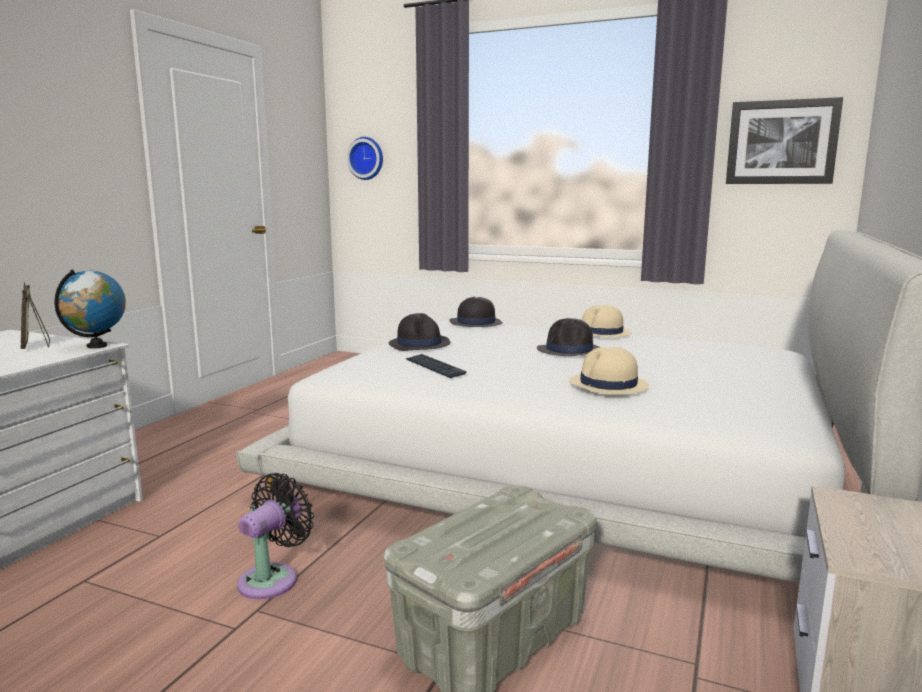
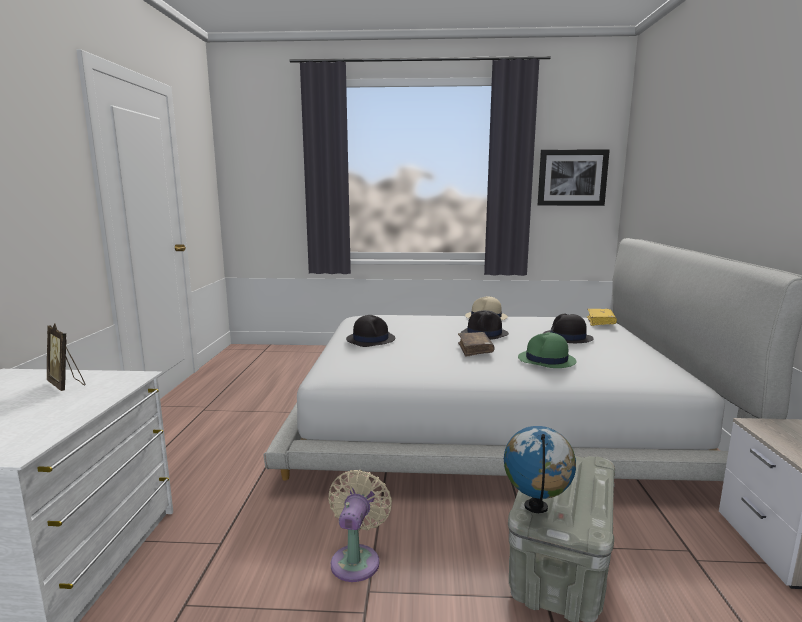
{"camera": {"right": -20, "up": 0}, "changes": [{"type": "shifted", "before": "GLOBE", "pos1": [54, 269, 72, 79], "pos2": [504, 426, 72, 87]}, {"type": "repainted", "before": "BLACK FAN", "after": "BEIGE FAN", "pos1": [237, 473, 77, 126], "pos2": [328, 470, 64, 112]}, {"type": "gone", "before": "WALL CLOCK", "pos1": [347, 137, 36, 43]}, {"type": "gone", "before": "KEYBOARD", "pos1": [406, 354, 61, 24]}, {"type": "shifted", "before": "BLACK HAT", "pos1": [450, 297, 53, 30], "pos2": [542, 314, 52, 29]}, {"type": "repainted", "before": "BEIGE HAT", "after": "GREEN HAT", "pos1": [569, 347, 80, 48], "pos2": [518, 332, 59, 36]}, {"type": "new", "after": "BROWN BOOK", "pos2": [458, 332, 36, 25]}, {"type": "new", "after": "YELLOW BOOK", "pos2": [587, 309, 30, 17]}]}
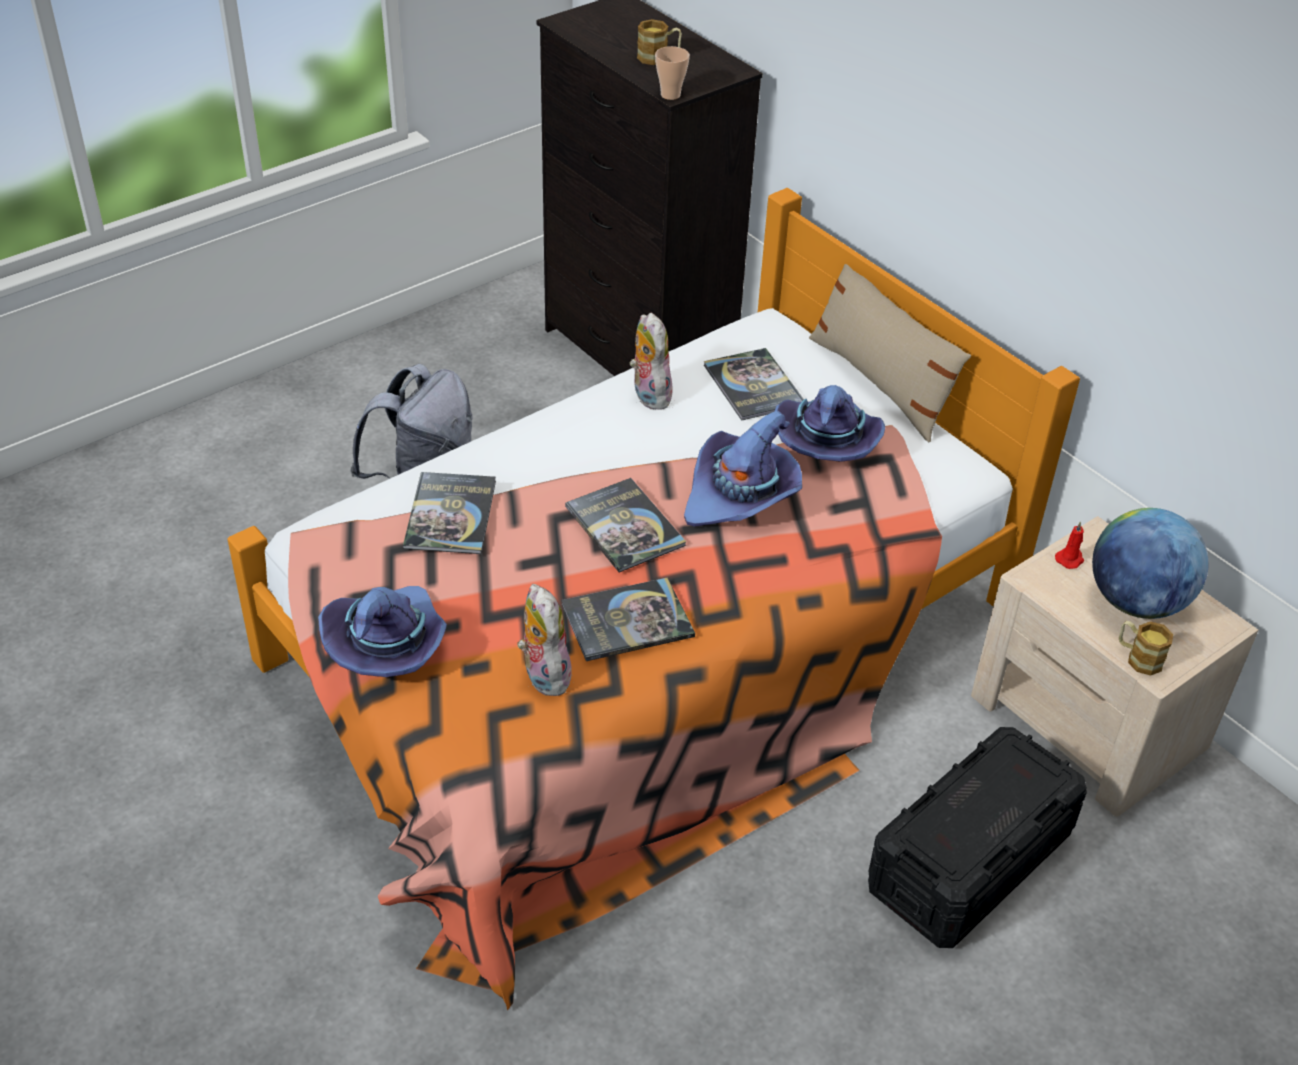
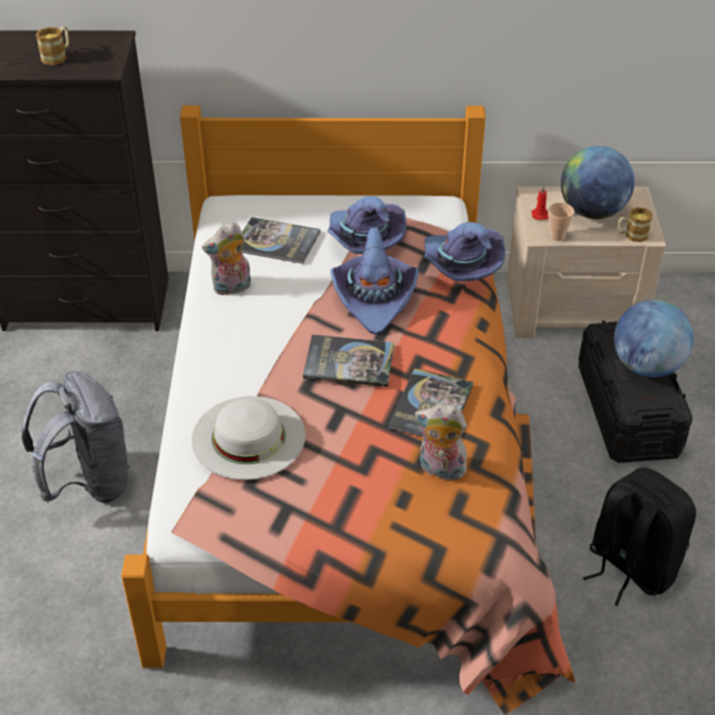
{"camera": {"right": -50, "up": 0}, "changes": [{"type": "shifted", "before": "PURPLE HAT", "pos1": [318, 586, 129, 91], "pos2": [424, 222, 81, 60]}, {"type": "swapped", "before": "BOOK", "after": "WHITE HAT", "pos1": [403, 472, 93, 82], "pos2": [192, 396, 114, 84]}, {"type": "rotated", "before": "PLUSH TOY", "pos1": [630, 313, 43, 97], "pos2": [202, 223, 49, 73], "turn": -45}, {"type": "shifted", "before": "CUP", "pos1": [655, 46, 35, 54], "pos2": [548, 202, 26, 39]}, {"type": "gone", "before": "BEIGE PILLOW", "pos1": [809, 264, 162, 178]}, {"type": "new", "after": "BLACK BACKPACK", "pos2": [583, 468, 113, 138]}, {"type": "new", "after": "GLOBE", "pos2": [614, 300, 80, 77]}]}
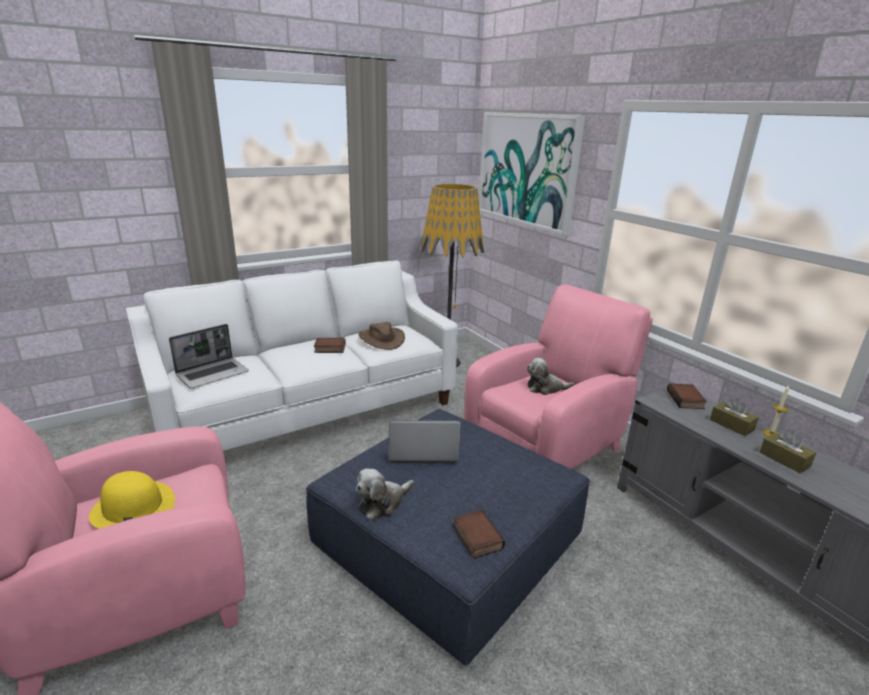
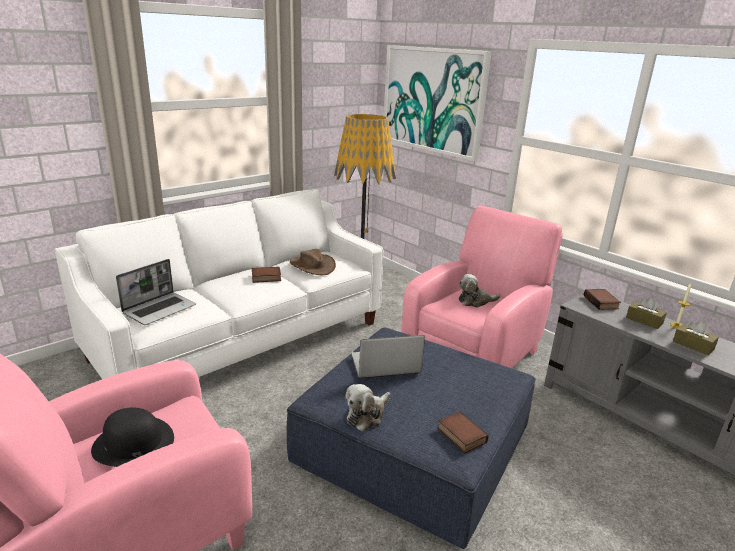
{"camera": {"right": -10, "up": 0}, "changes": [{"type": "repainted", "before": "YELLOW HAT", "after": "BLACK HAT", "pos1": [89, 471, 86, 58], "pos2": [91, 407, 83, 60]}]}
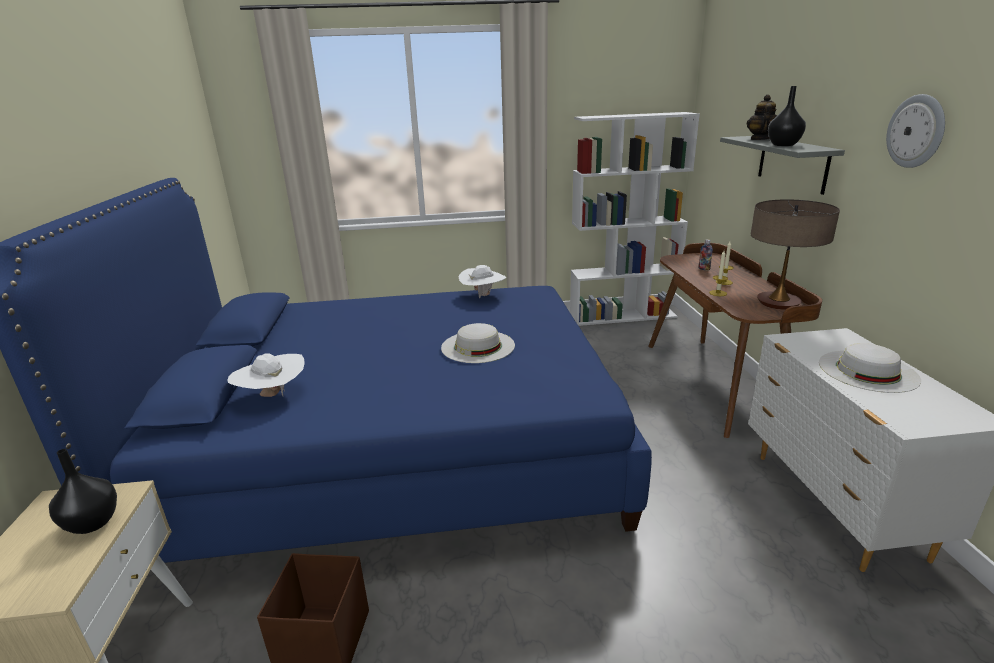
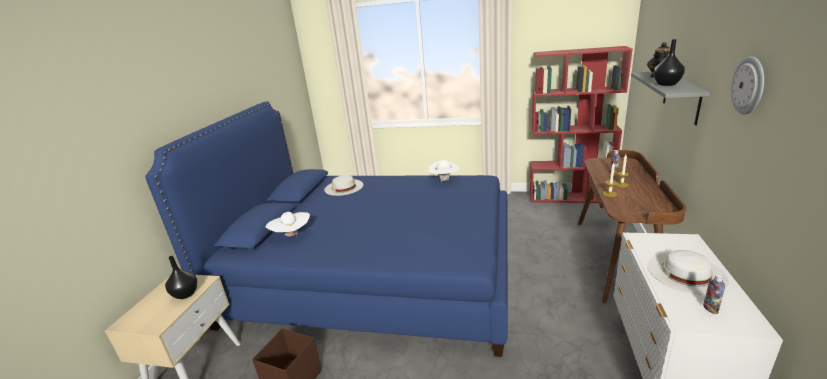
{"camera": {"right": 20, "up": 0}, "changes": [{"type": "shifted", "before": "WHITE HAT", "pos1": [441, 323, 74, 40], "pos2": [324, 175, 39, 21]}, {"type": "repainted", "before": "WHITE BOOKCASE", "after": "RED BOOKCASE", "pos1": [570, 112, 130, 214], "pos2": [530, 46, 103, 157]}, {"type": "gone", "before": "TABLE LAMP", "pos1": [751, 200, 89, 110]}, {"type": "new", "after": "BOTTLE", "pos2": [703, 274, 22, 40]}]}
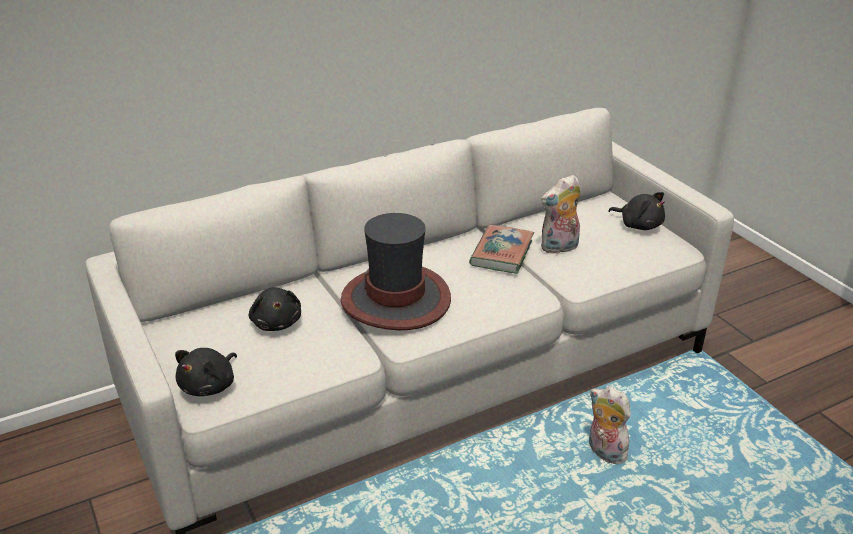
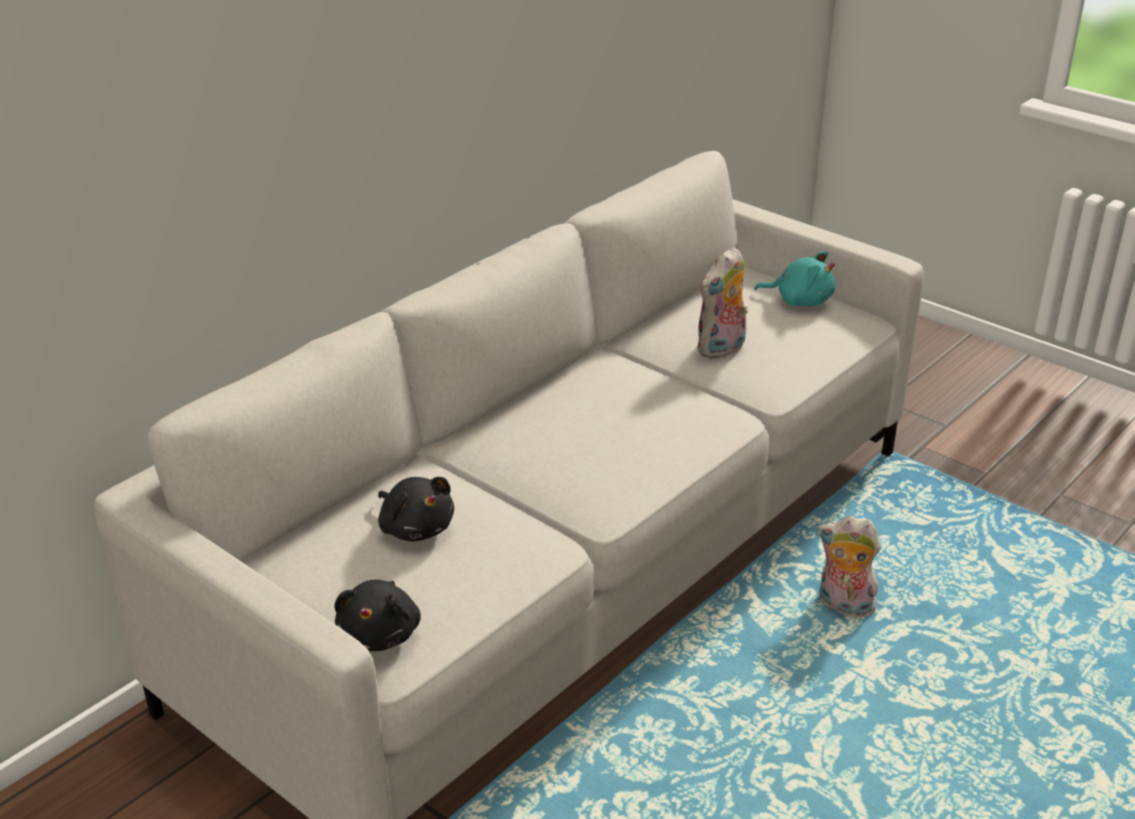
{"camera": {"right": -20, "up": 0}, "changes": [{"type": "gone", "before": "HAT", "pos1": [341, 213, 110, 117]}, {"type": "gone", "before": "BOOK", "pos1": [469, 225, 65, 49]}, {"type": "repainted", "before": "BLACK PLUSH TOY", "after": "TURQUOISE PLUSH TOY", "pos1": [608, 192, 57, 38], "pos2": [754, 251, 81, 55]}]}
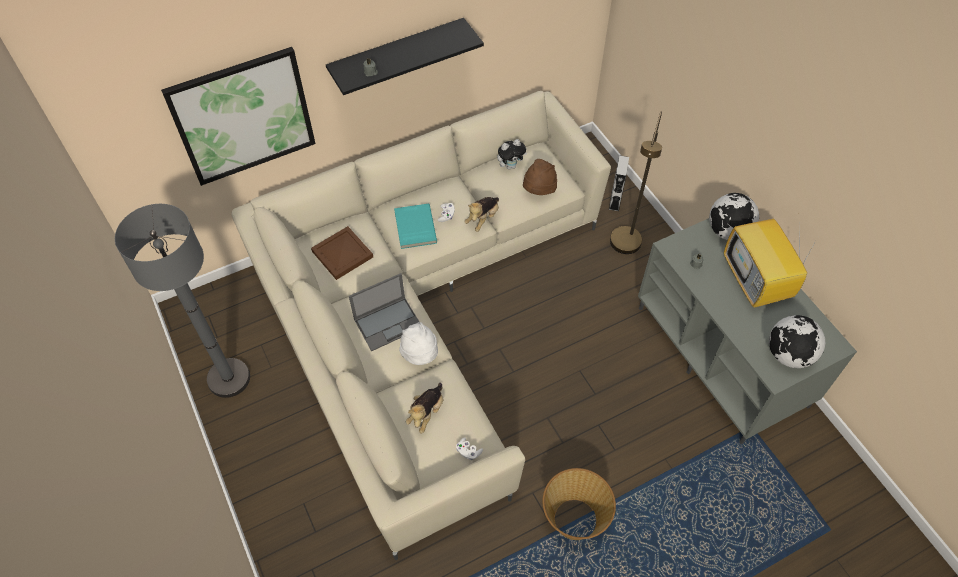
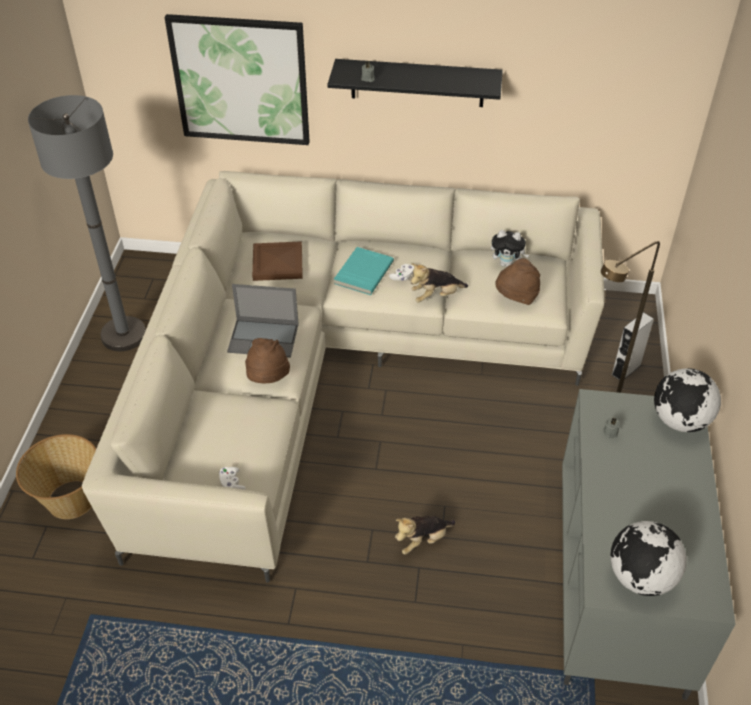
{"camera": {"right": 35, "up": -10}, "changes": [{"type": "repainted", "before": "WHITE HAT", "after": "BROWN HAT", "pos1": [399, 322, 39, 43], "pos2": [245, 338, 45, 45]}, {"type": "shifted", "before": "PLUSH TOY", "pos1": [406, 383, 37, 50], "pos2": [395, 516, 60, 39]}, {"type": "shifted", "before": "BASKET", "pos1": [542, 468, 74, 72], "pos2": [16, 434, 80, 85]}, {"type": "gone", "before": "TELEVISION", "pos1": [724, 219, 93, 89]}]}
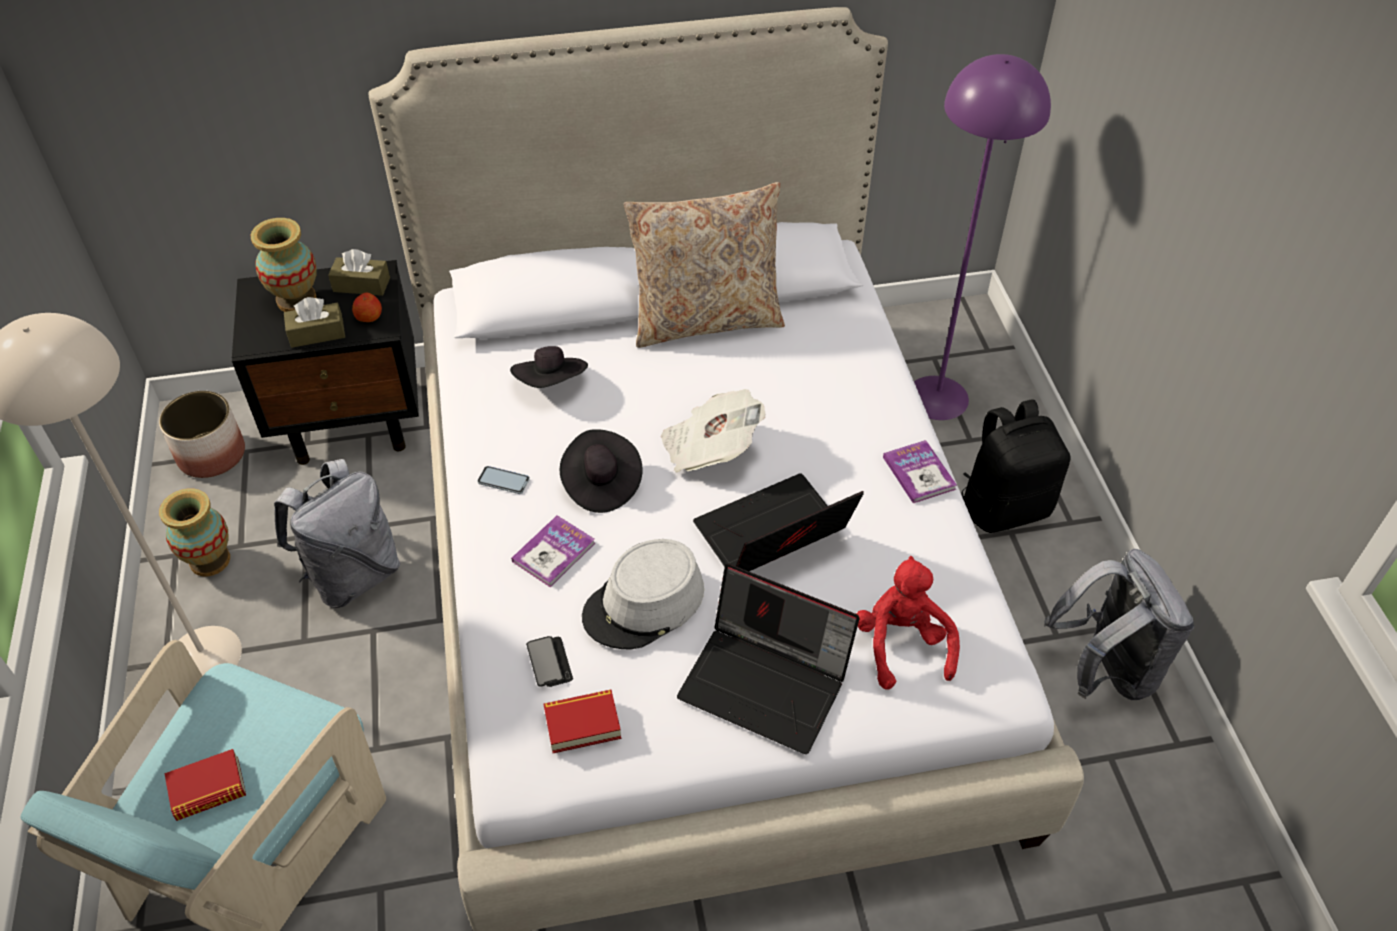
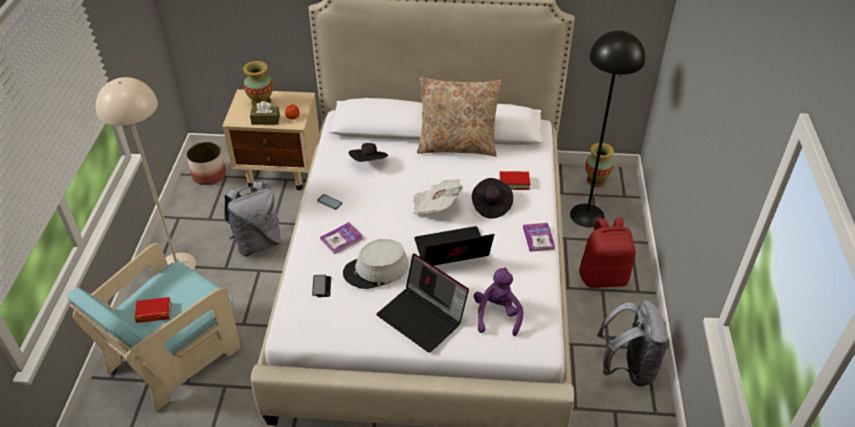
{"camera": {"right": 15, "up": -5}, "changes": [{"type": "shifted", "before": "VASE", "pos1": [159, 488, 71, 88], "pos2": [585, 143, 29, 44]}, {"type": "repainted", "before": "BLACK NIGHTSTAND", "after": "BEIGE NIGHTSTAND", "pos1": [232, 260, 187, 205], "pos2": [222, 89, 97, 101]}, {"type": "gone", "before": "BROWN TISSUE BOX", "pos1": [328, 249, 62, 47]}, {"type": "shifted", "before": "BOOK", "pos1": [544, 689, 77, 64], "pos2": [500, 171, 30, 19]}, {"type": "shifted", "before": "BLACK HAT", "pos1": [560, 429, 83, 84], "pos2": [472, 178, 41, 41]}, {"type": "repainted", "before": "RED PLUSH TOY", "after": "PURPLE PLUSH TOY", "pos1": [856, 556, 104, 134], "pos2": [474, 267, 49, 69]}, {"type": "repainted", "before": "PURPLE FLOOR LAMP", "after": "BLACK FLOOR LAMP", "pos1": [914, 54, 137, 366], "pos2": [570, 30, 75, 198]}, {"type": "repainted", "before": "BLACK BACKPACK", "after": "RED BACKPACK", "pos1": [961, 399, 110, 134], "pos2": [579, 218, 57, 70]}]}
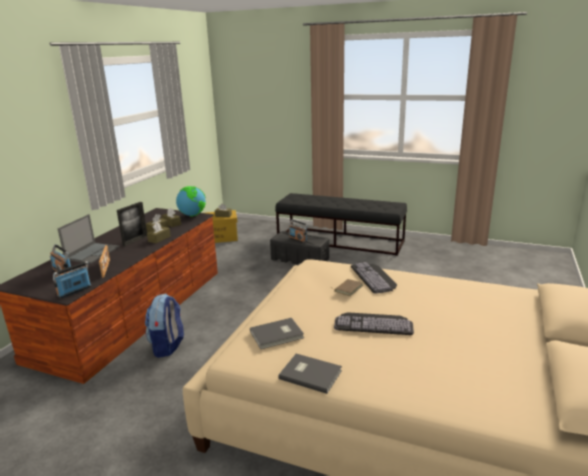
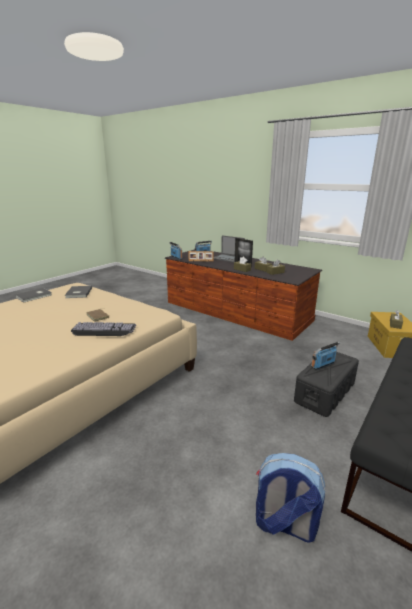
{"camera": {"right": 105, "up": 0}, "changes": [{"type": "shifted", "before": "BACKPACK", "pos1": [145, 294, 39, 64], "pos2": [256, 453, 69, 90]}, {"type": "gone", "before": "GLOBE", "pos1": [176, 186, 30, 30]}, {"type": "gone", "before": "KEYBOARD", "pos1": [334, 312, 80, 23]}]}
